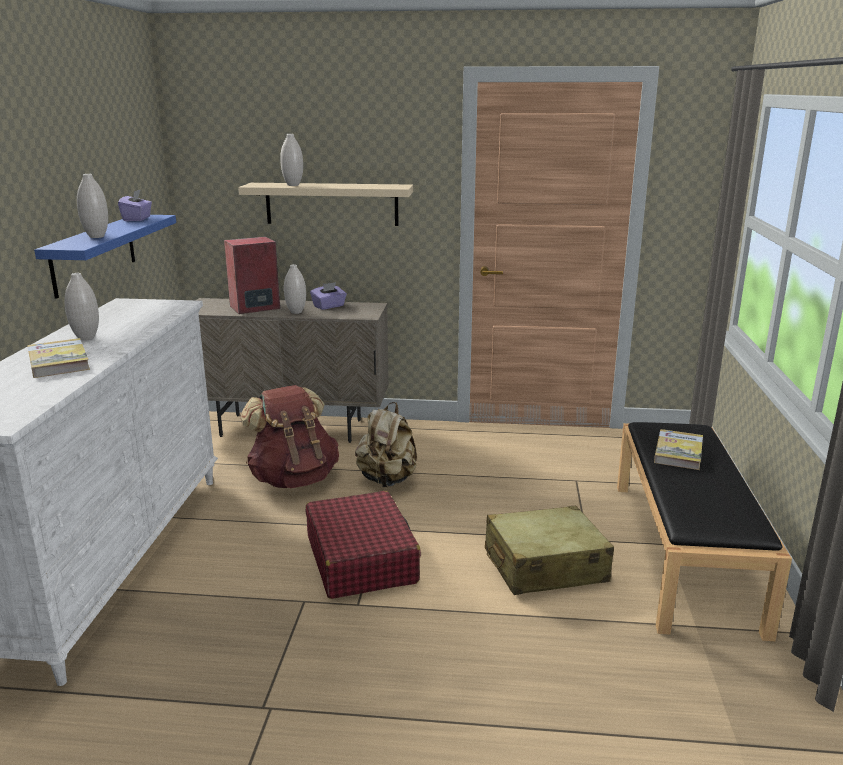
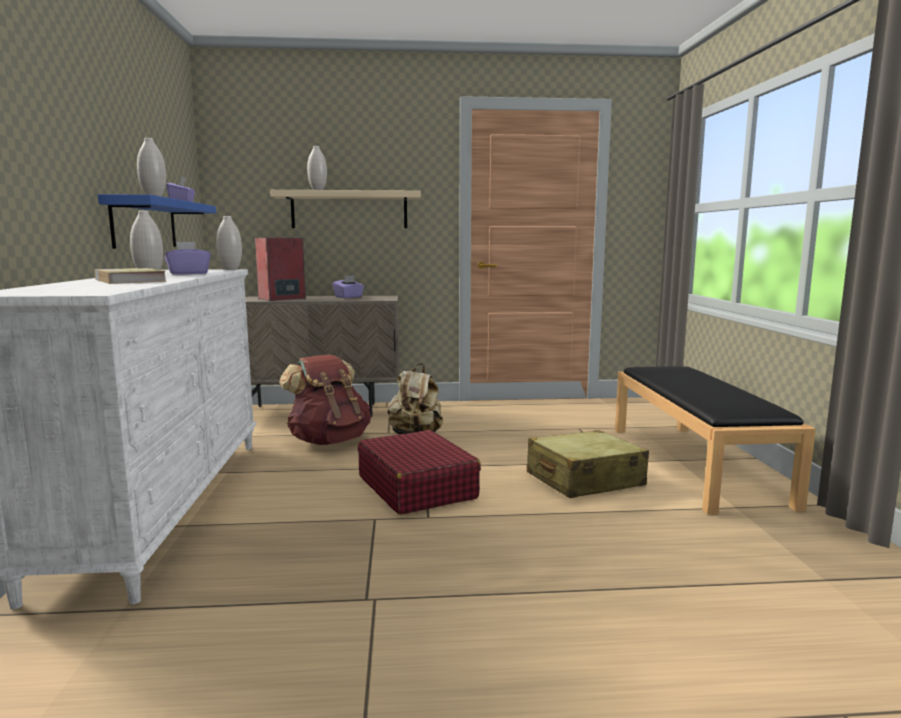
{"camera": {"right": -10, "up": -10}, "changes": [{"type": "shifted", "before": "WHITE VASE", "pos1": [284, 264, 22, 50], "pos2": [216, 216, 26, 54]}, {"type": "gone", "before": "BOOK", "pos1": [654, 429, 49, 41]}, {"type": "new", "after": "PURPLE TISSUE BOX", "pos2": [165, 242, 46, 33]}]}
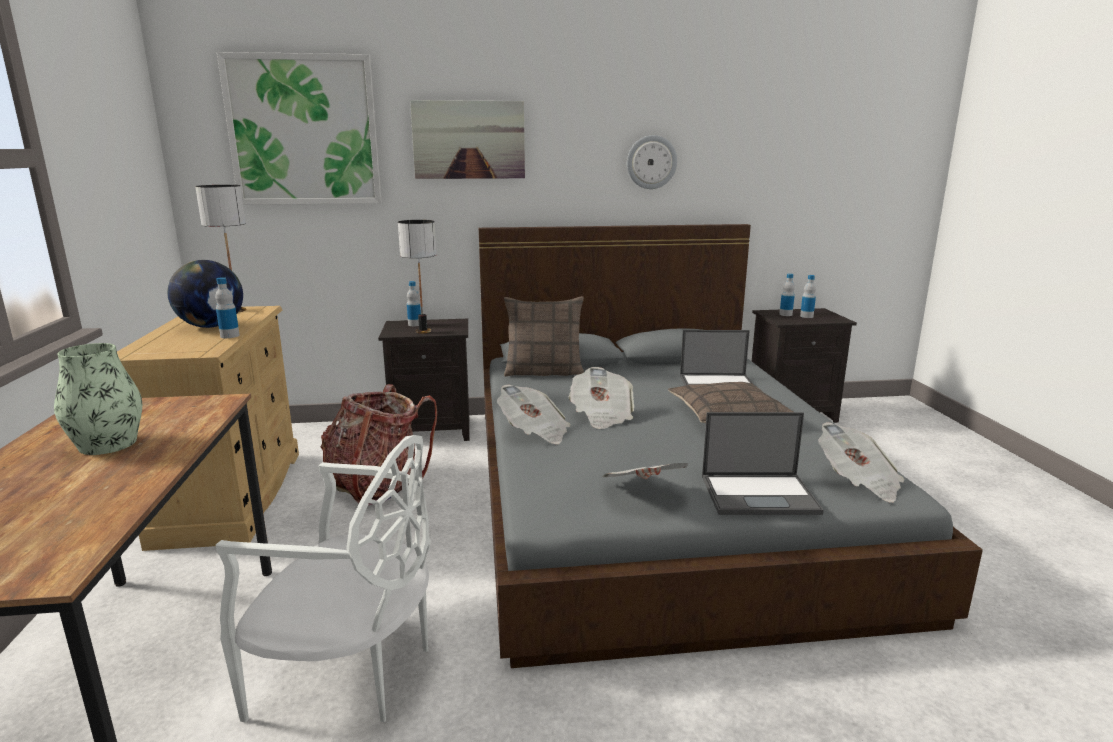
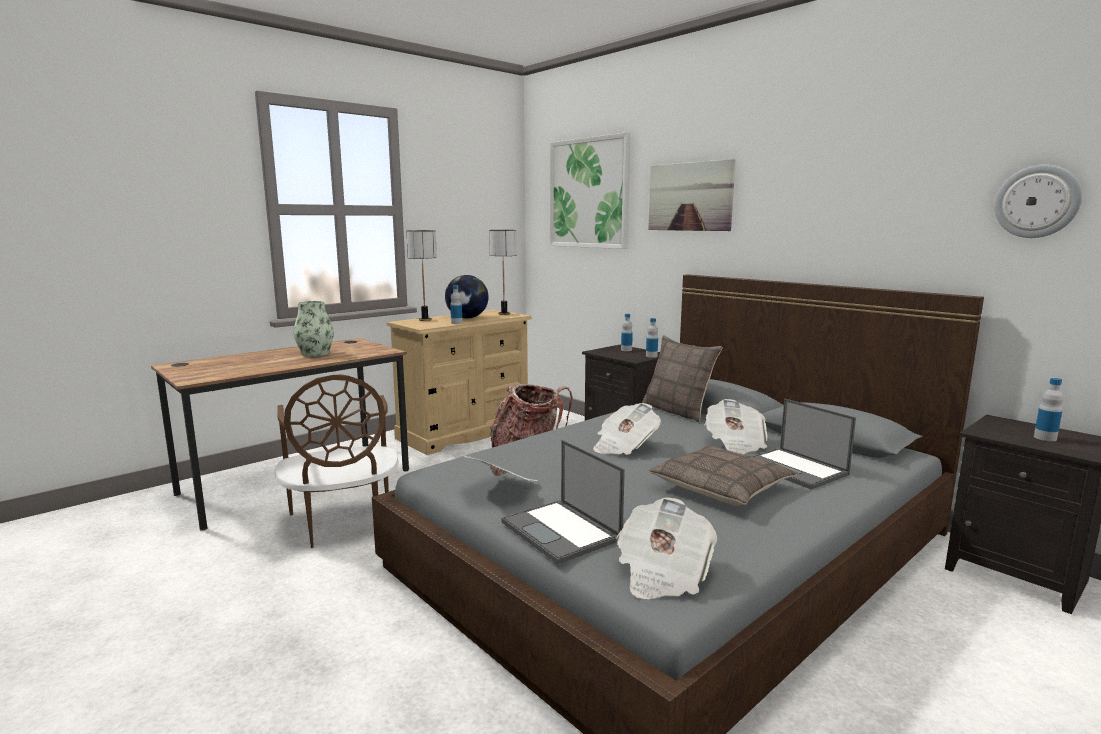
{"camera": {"right": 55, "up": -5}, "changes": [{"type": "repainted", "before": "WHITE CHAIR", "after": "BROWN CHAIR", "pos1": [216, 435, 215, 287], "pos2": [274, 374, 125, 174]}, {"type": "shifted", "before": "TABLE LAMP", "pos1": [398, 220, 38, 114], "pos2": [406, 230, 31, 91]}, {"type": "shifted", "before": "NEWSPAPER", "pos1": [497, 385, 74, 59], "pos2": [705, 399, 63, 55]}, {"type": "shifted", "before": "WALL CLOCK", "pos1": [627, 135, 50, 54], "pos2": [994, 165, 88, 73]}, {"type": "shifted", "before": "BOTTLE", "pos1": [780, 273, 15, 43], "pos2": [646, 318, 12, 40]}]}
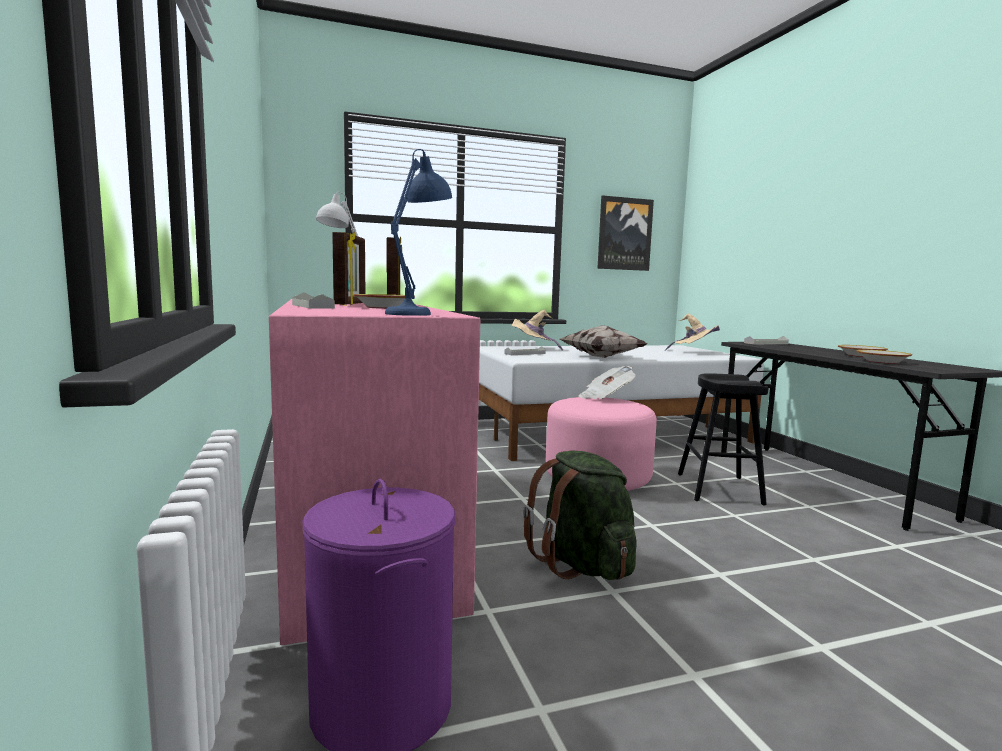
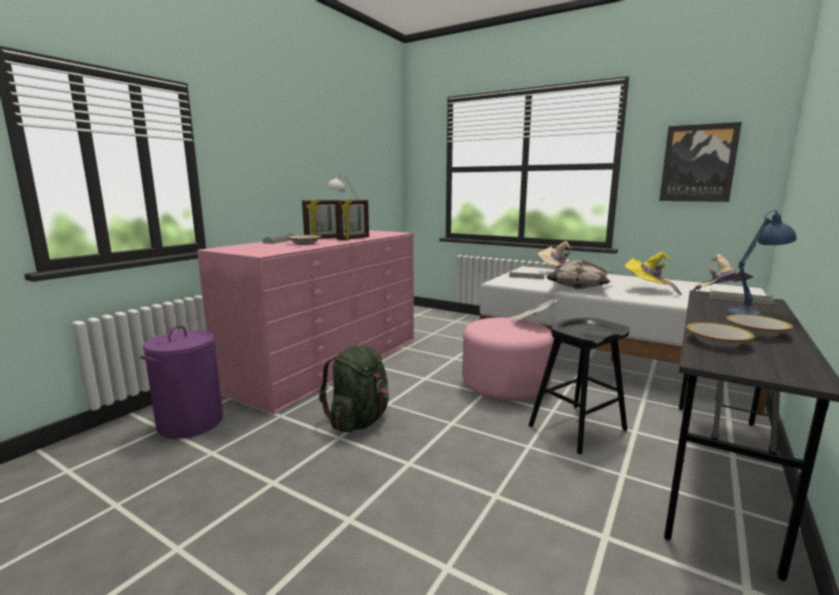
{"camera": {"right": 50, "up": 5}, "changes": [{"type": "shifted", "before": "BLUE TABLE LAMP", "pos1": [385, 149, 67, 167], "pos2": [727, 210, 69, 106]}, {"type": "new", "after": "YELLOW HAT", "pos2": [625, 252, 57, 43]}]}
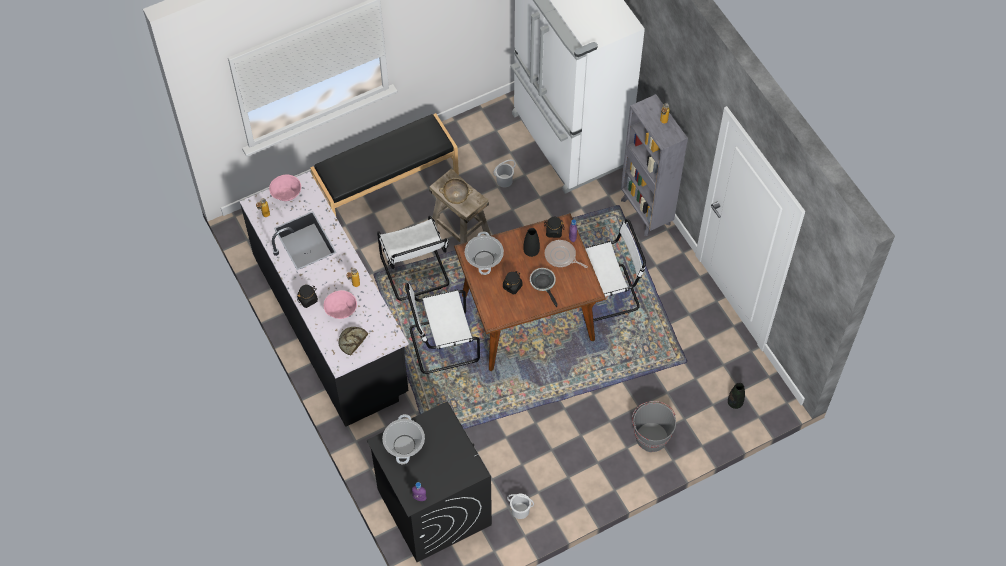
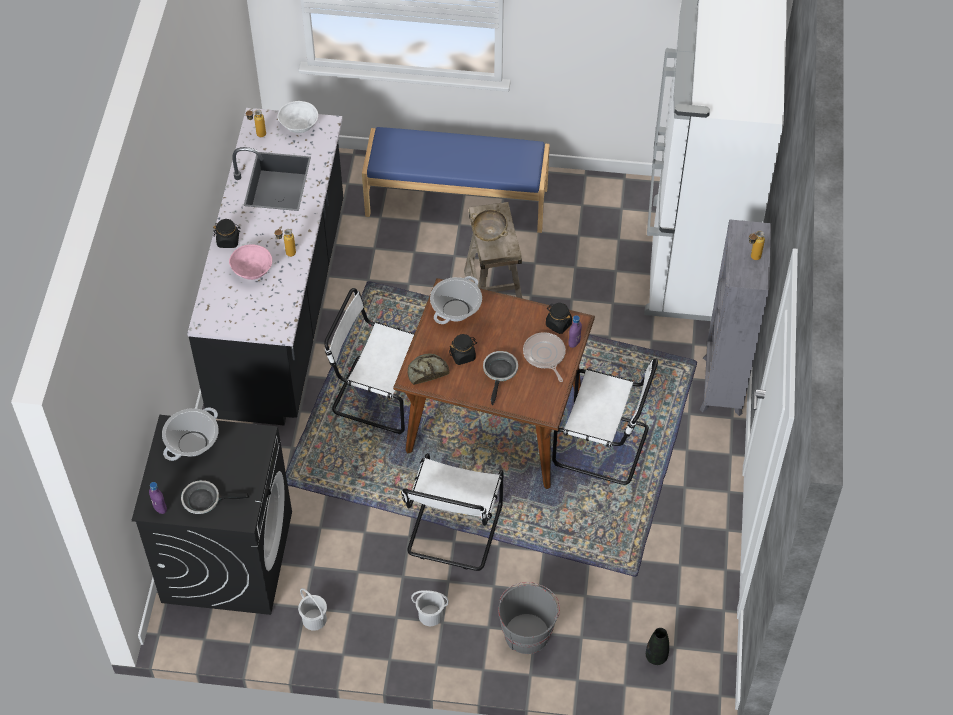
{"camera": {"right": 35, "up": -5}, "changes": [{"type": "repainted", "before": "PINK BOWL", "after": "WHITE BOWL", "pos1": [269, 174, 32, 27], "pos2": [277, 101, 41, 32]}, {"type": "repainted", "before": "BLACK BENCH", "after": "BLUE BENCH", "pos1": [310, 113, 149, 103], "pos2": [362, 127, 188, 106]}, {"type": "shifted", "before": "BREAD", "pos1": [339, 327, 29, 28], "pos2": [408, 353, 42, 32]}, {"type": "shifted", "before": "WHITE CHAIR", "pos1": [377, 216, 72, 85], "pos2": [401, 453, 102, 118]}, {"type": "shifted", "before": "WHITE BUCKET", "pos1": [493, 160, 23, 27], "pos2": [411, 590, 38, 36]}, {"type": "gone", "before": "BLACK VASE", "pos1": [523, 228, 17, 29]}, {"type": "new", "after": "FRYING PAN", "pos2": [181, 480, 68, 34]}]}
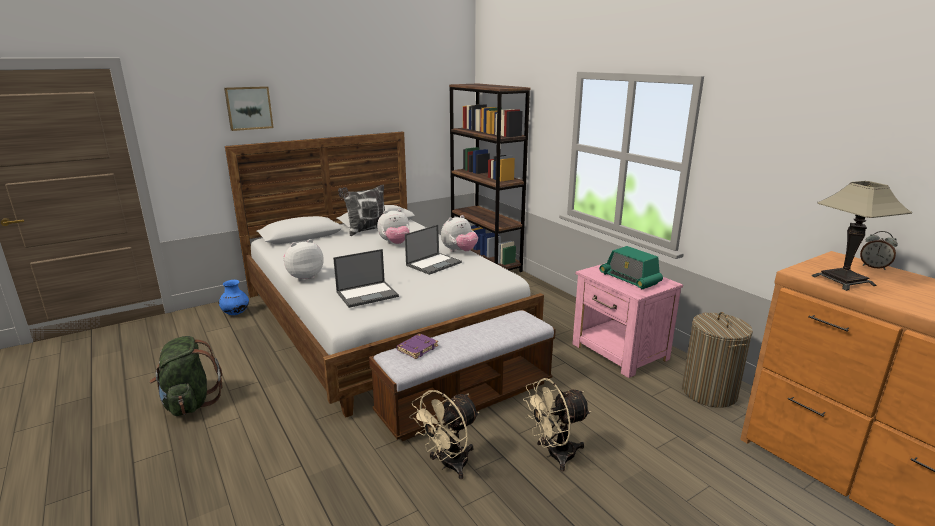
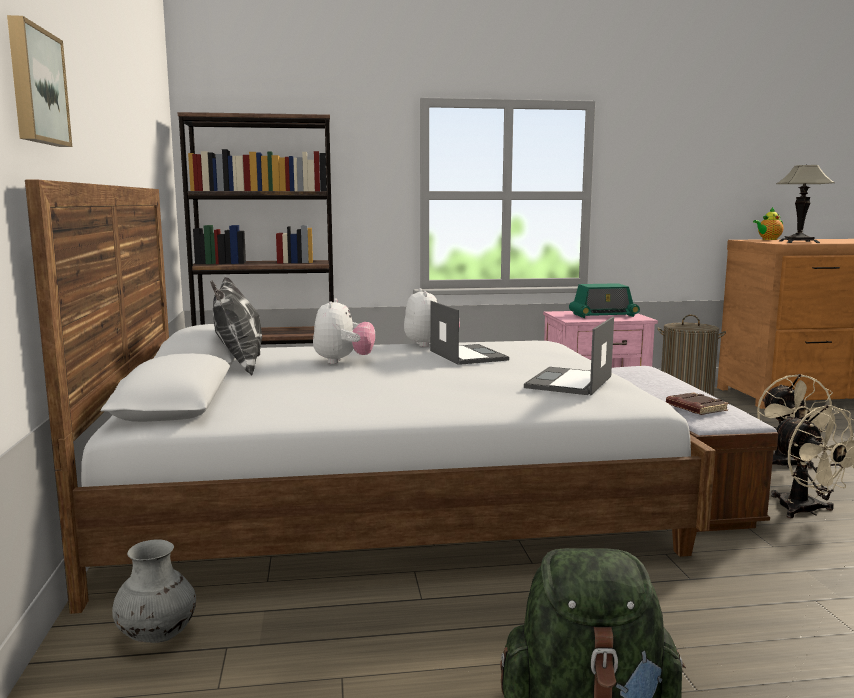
{"camera": {"right": -65, "up": -10}, "changes": [{"type": "repainted", "before": "BLUE VASE", "after": "GREY VASE", "pos1": [219, 280, 30, 35], "pos2": [112, 539, 84, 104]}, {"type": "gone", "before": "PLUSH TOY", "pos1": [283, 239, 41, 42]}, {"type": "rotated", "before": "LAPTOP", "pos1": [333, 249, 66, 59], "pos2": [524, 317, 90, 78], "turn": -150}, {"type": "repainted", "before": "PURPLE BOOK", "after": "BROWN BOOK", "pos1": [396, 334, 42, 25], "pos2": [666, 392, 63, 23]}, {"type": "swapped", "before": "ALARM CLOCK", "after": "TEAPOT", "pos1": [860, 231, 38, 39], "pos2": [753, 207, 30, 33]}]}
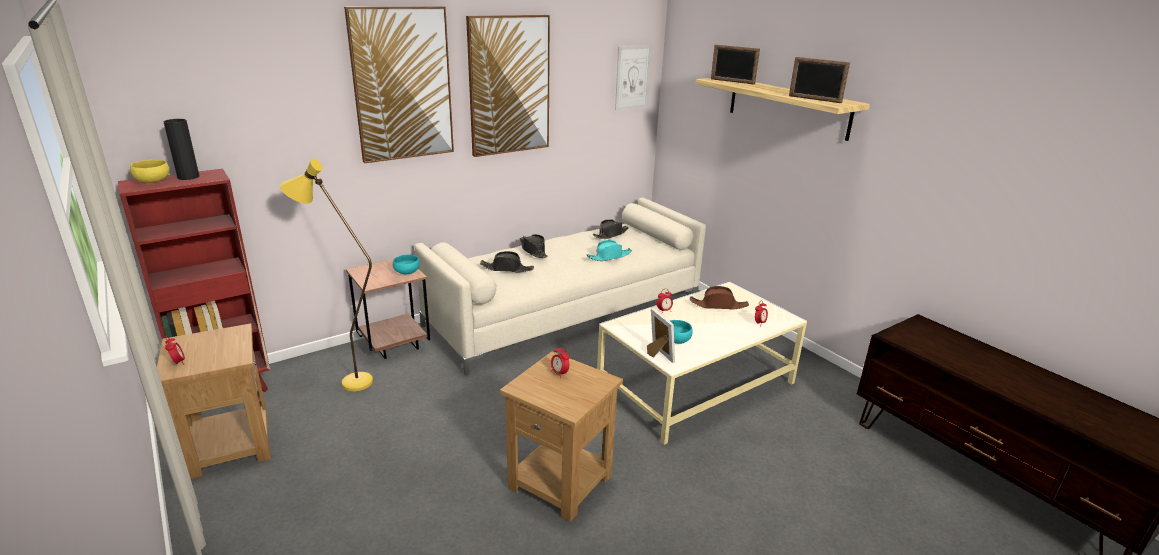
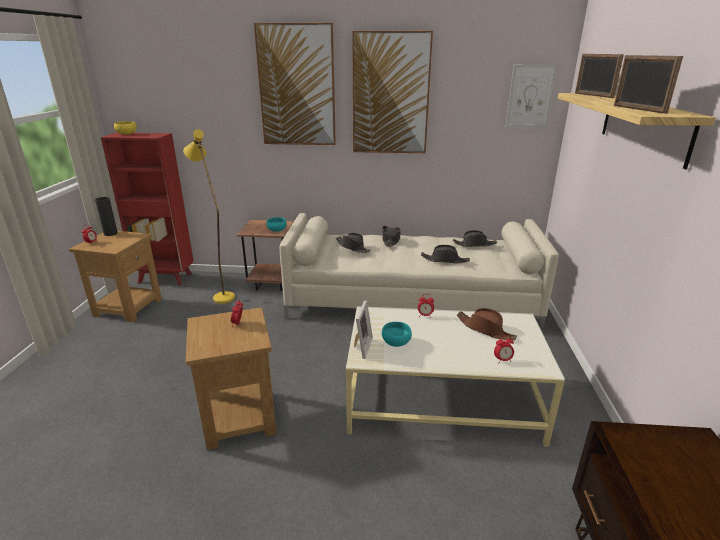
{"camera": {"right": 40, "up": 0}, "changes": [{"type": "shifted", "before": "BLACK VASE", "pos1": [163, 119, 36, 61], "pos2": [95, 197, 23, 39]}, {"type": "repainted", "before": "TURQUOISE HAT", "after": "BLACK HAT", "pos1": [586, 240, 46, 21], "pos2": [421, 245, 49, 19]}]}
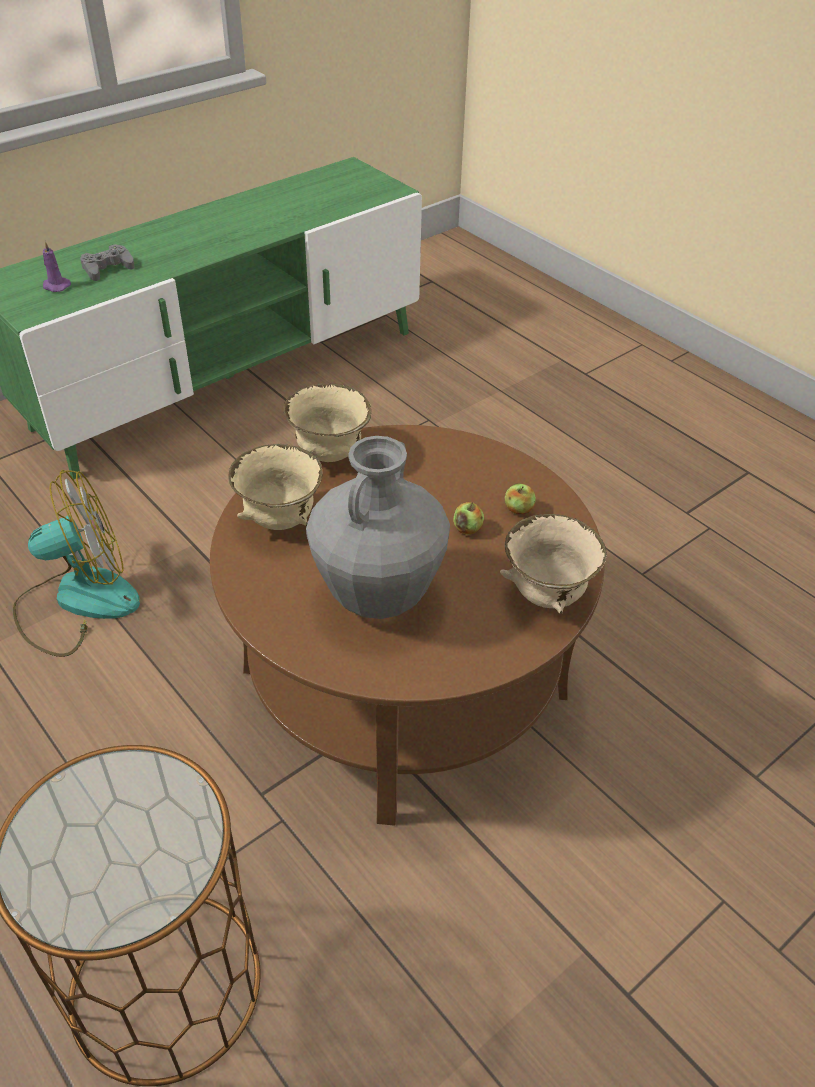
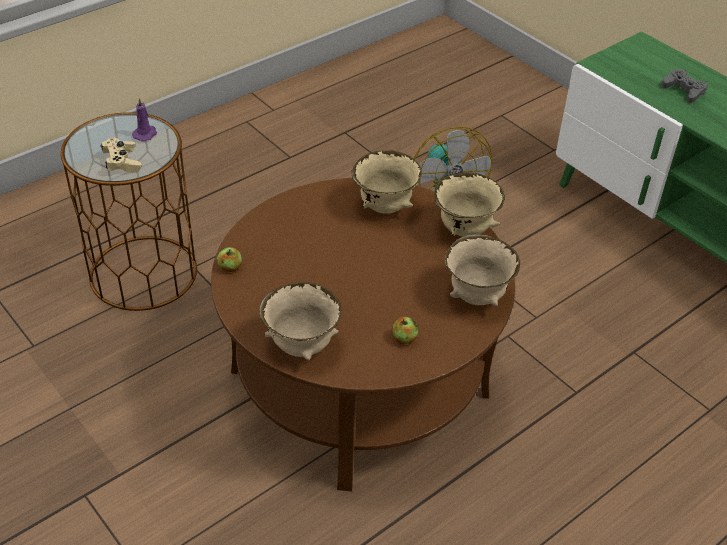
{"camera": {"right": 90, "up": 0}, "changes": [{"type": "shifted", "before": "PURPLE CANDLE", "pos1": [43, 241, 28, 51], "pos2": [132, 97, 25, 44]}, {"type": "gone", "before": "GREY VASE", "pos1": [306, 436, 144, 183]}, {"type": "shifted", "before": "APPLE", "pos1": [453, 502, 31, 33], "pos2": [217, 247, 25, 25]}, {"type": "new", "after": "BEIGE GAME CONTROLLER", "pos2": [100, 138, 42, 35]}, {"type": "new", "after": "BEIGE BOWL", "pos2": [445, 234, 75, 72]}]}
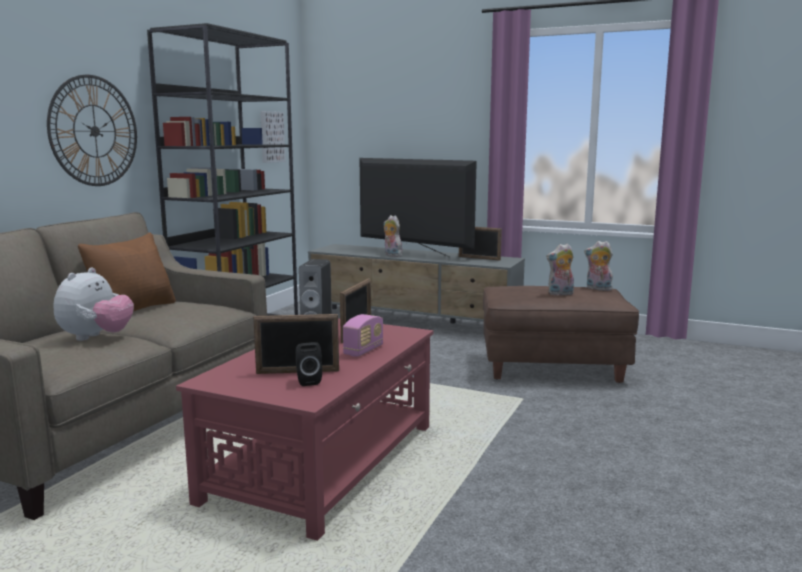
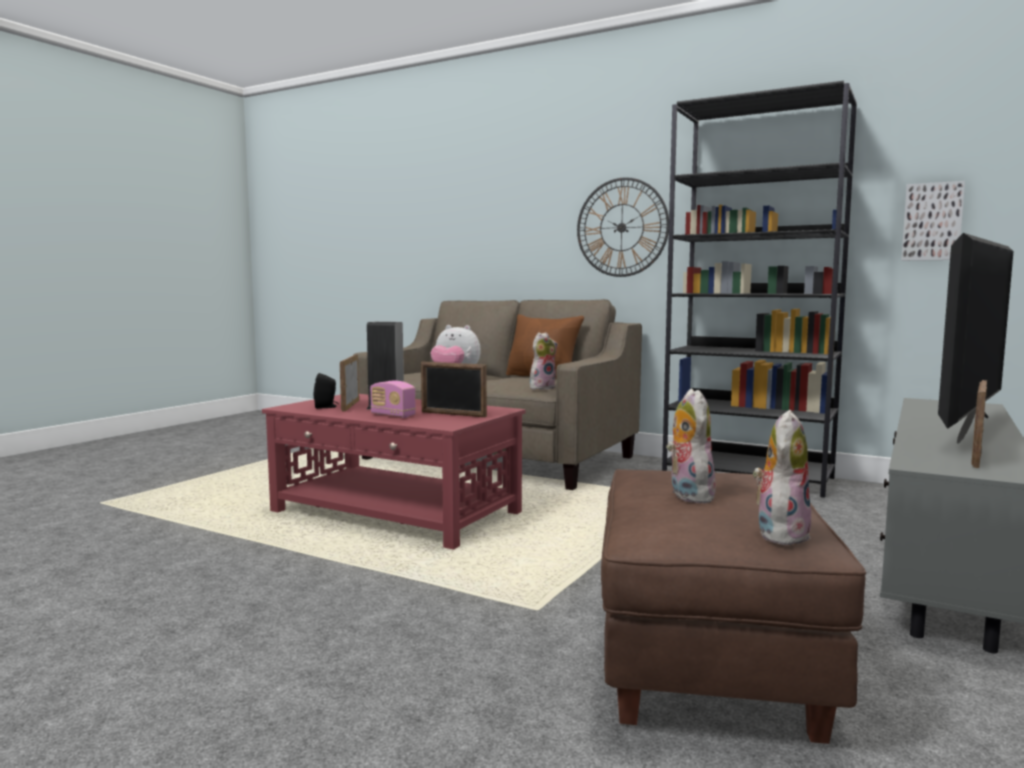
{"camera": {"right": 95, "up": -5}, "changes": [{"type": "shifted", "before": "PLUSH TOY", "pos1": [384, 215, 18, 42], "pos2": [530, 332, 28, 58]}]}
